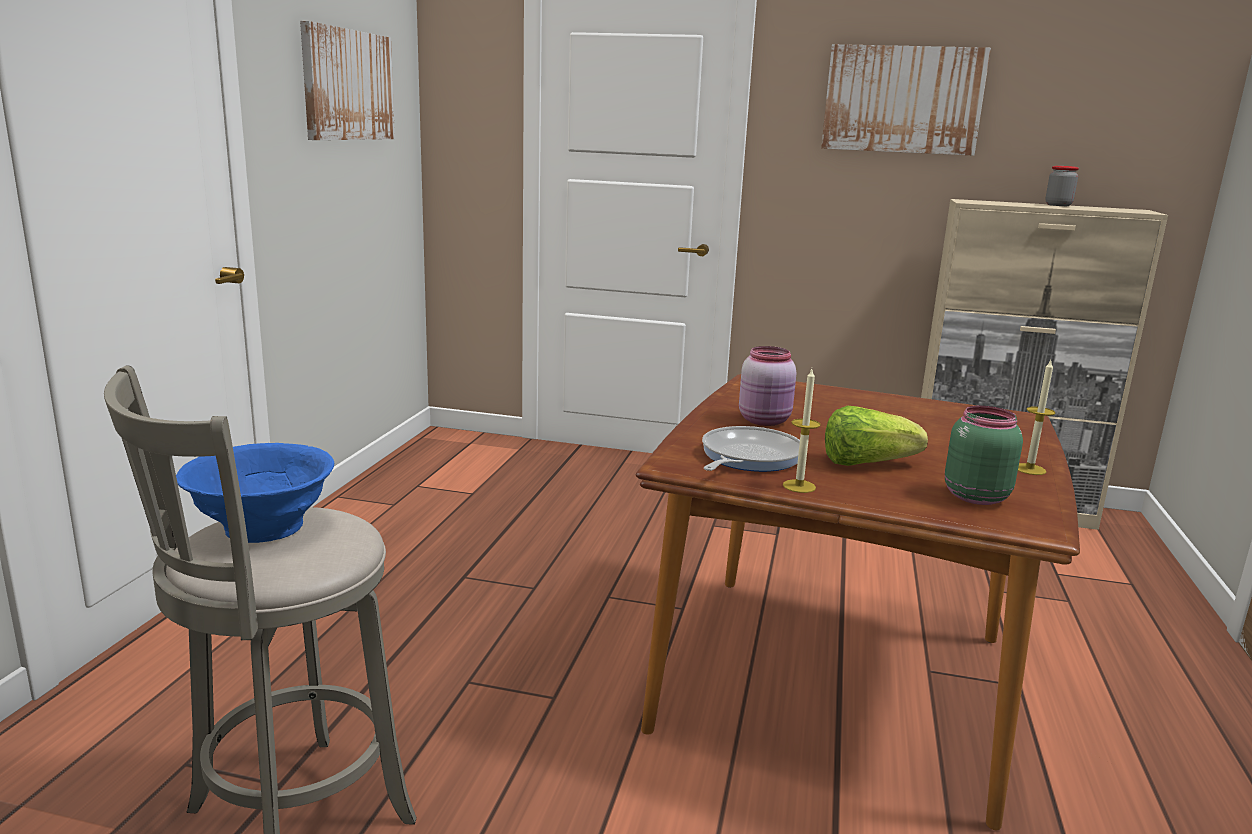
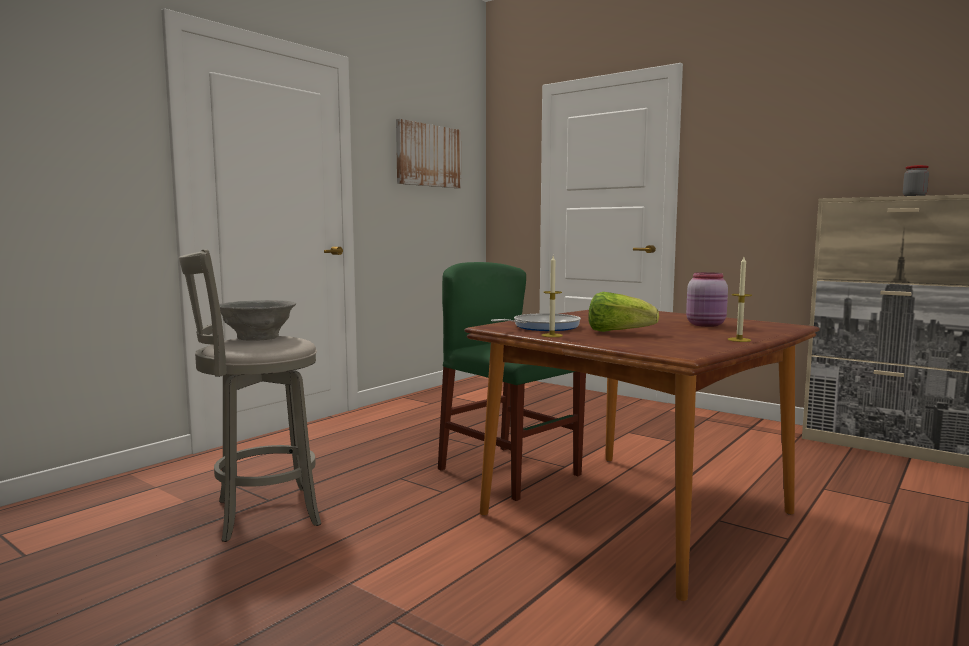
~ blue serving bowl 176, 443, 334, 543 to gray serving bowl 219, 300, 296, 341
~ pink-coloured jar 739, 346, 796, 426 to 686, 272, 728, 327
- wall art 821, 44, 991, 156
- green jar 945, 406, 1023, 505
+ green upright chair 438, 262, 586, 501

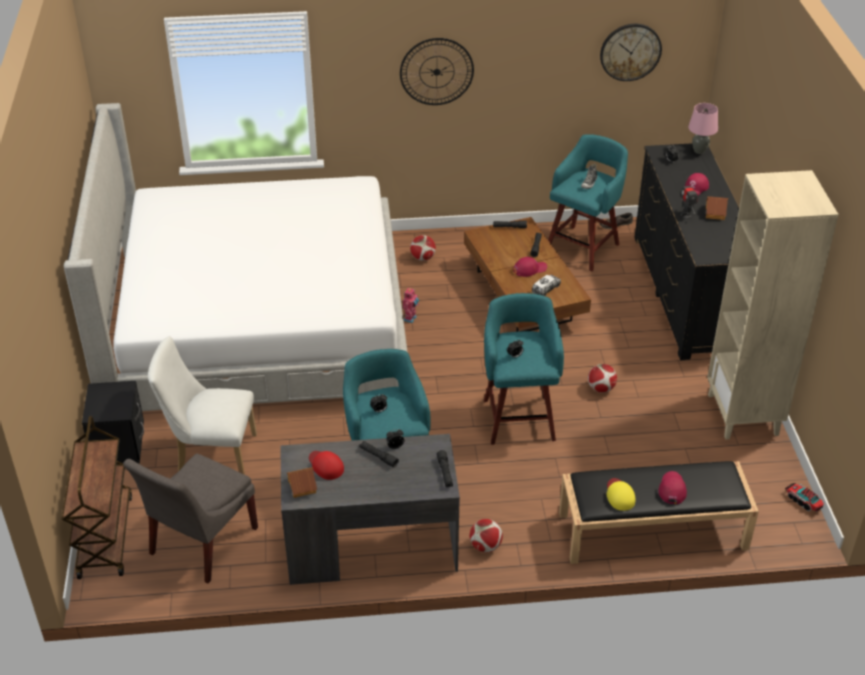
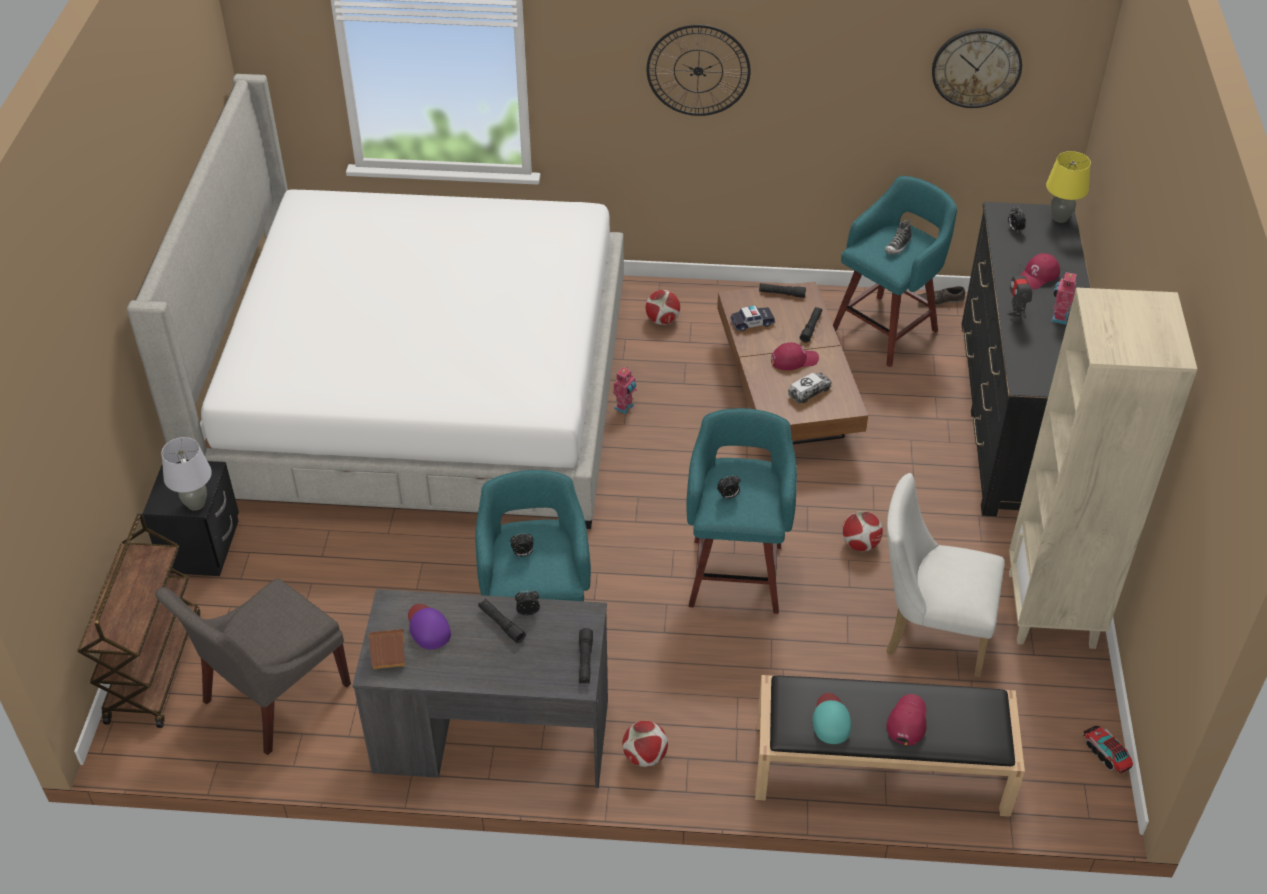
~ white-coloured upright chair 148, 336, 257, 475 to 886, 473, 1005, 677
~ reddish cap 309, 451, 344, 480 to purplish cap 408, 604, 451, 649
~ yellow-coloured cap 607, 478, 635, 511 to turquoise-coloured cap 813, 693, 851, 744
~ pink-coloured table lamp 688, 103, 718, 154 to yellow-coloured table lamp 1046, 151, 1091, 223
~ model house 706, 196, 728, 220 to robot figure 1051, 271, 1077, 325
+ gray table lamp 161, 437, 212, 511
+ toy car 730, 306, 775, 331

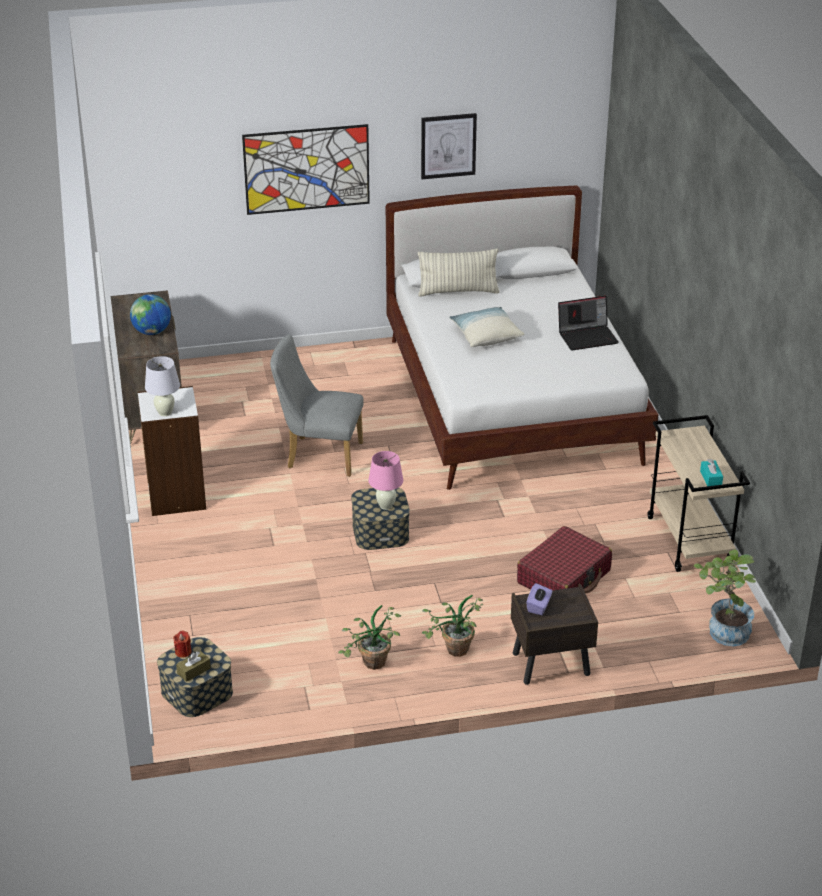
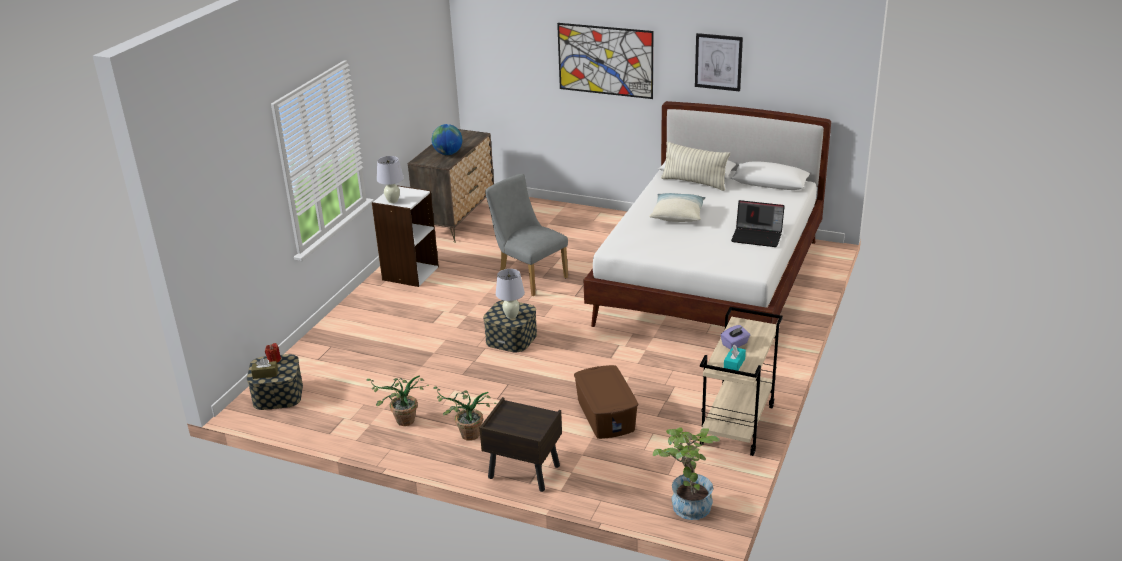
~ pink-coloured table lamp 368, 451, 403, 510 to white-coloured table lamp 496, 269, 525, 319
~ reddish suitcase 517, 526, 612, 593 to brown storage box 574, 365, 638, 439
~ purplish box of tissues 526, 583, 552, 615 to 721, 325, 750, 350

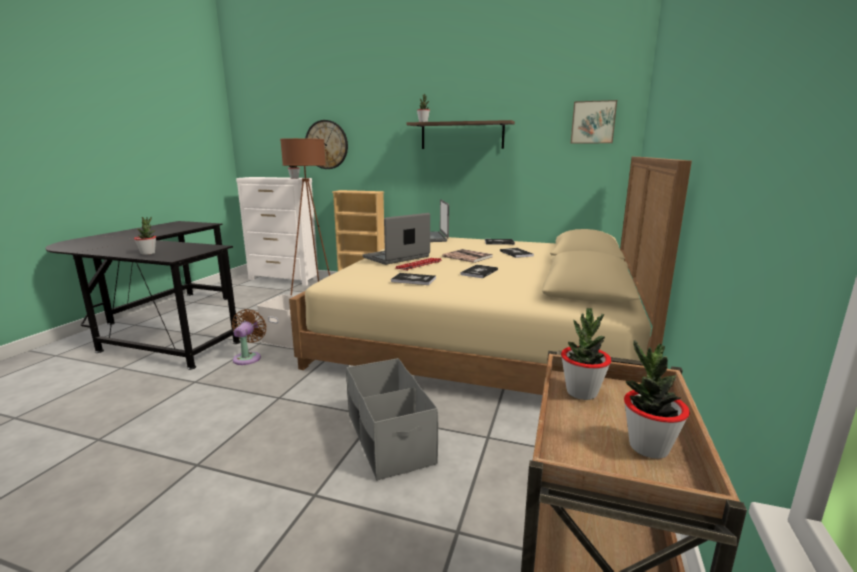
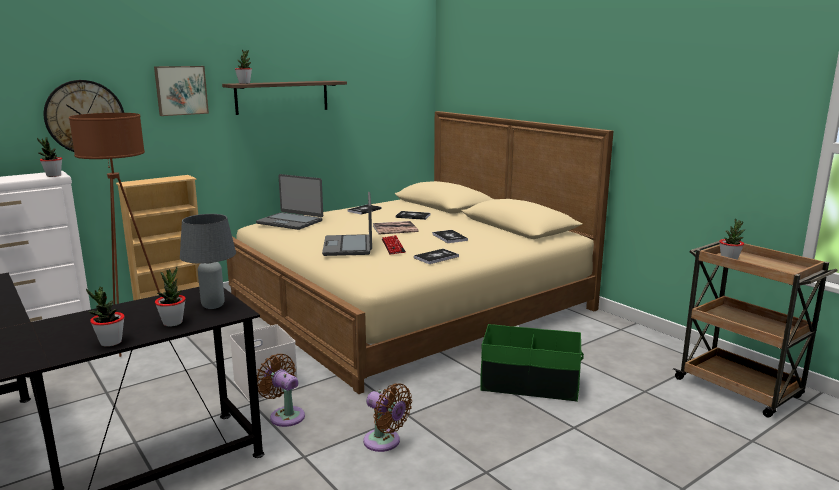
~ gray storage box 346, 358, 438, 480 to green storage box 480, 324, 584, 402
~ wall art 571, 100, 617, 144 to 154, 66, 209, 116
~ potted plant 624, 340, 690, 459 to 86, 287, 125, 347
+ gray table lamp 180, 214, 236, 309
+ brown fan 363, 383, 412, 452

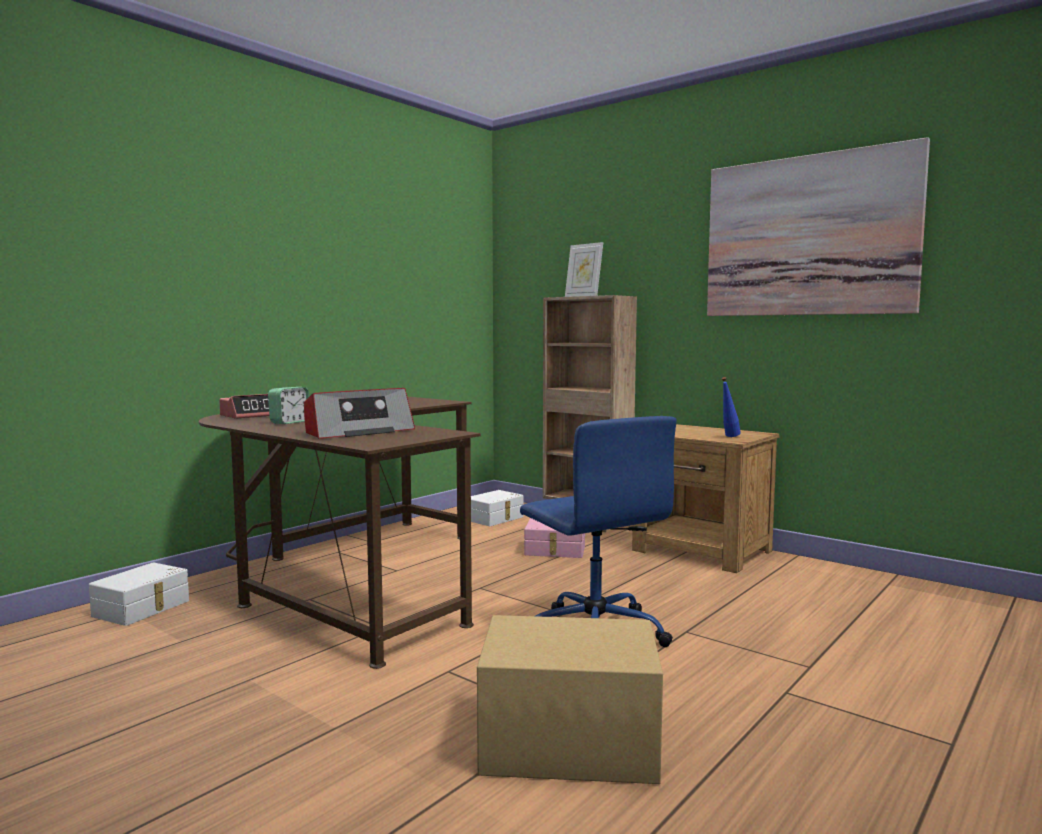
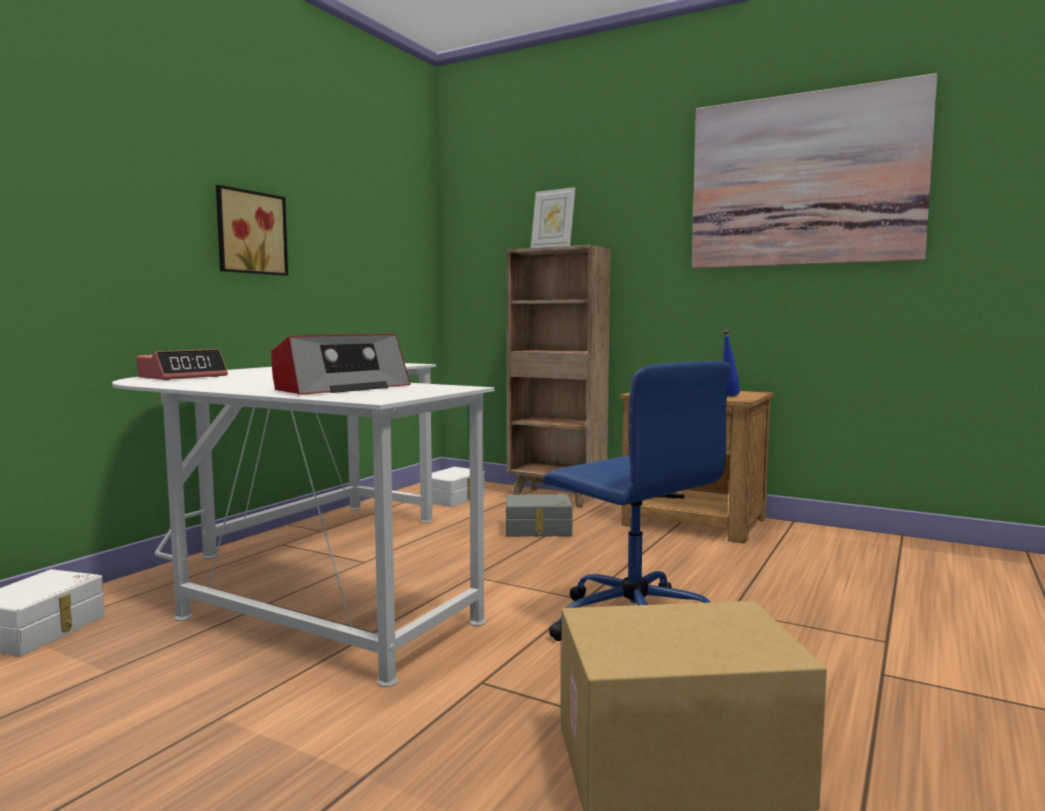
~ brown desk unit 199, 397, 481, 669 to white-coloured desk unit 112, 363, 495, 687
- bedside clock 268, 387, 309, 424
~ pink-coloured storage box 524, 518, 585, 558 to gray storage box 506, 494, 573, 537
+ wall art 216, 185, 288, 276

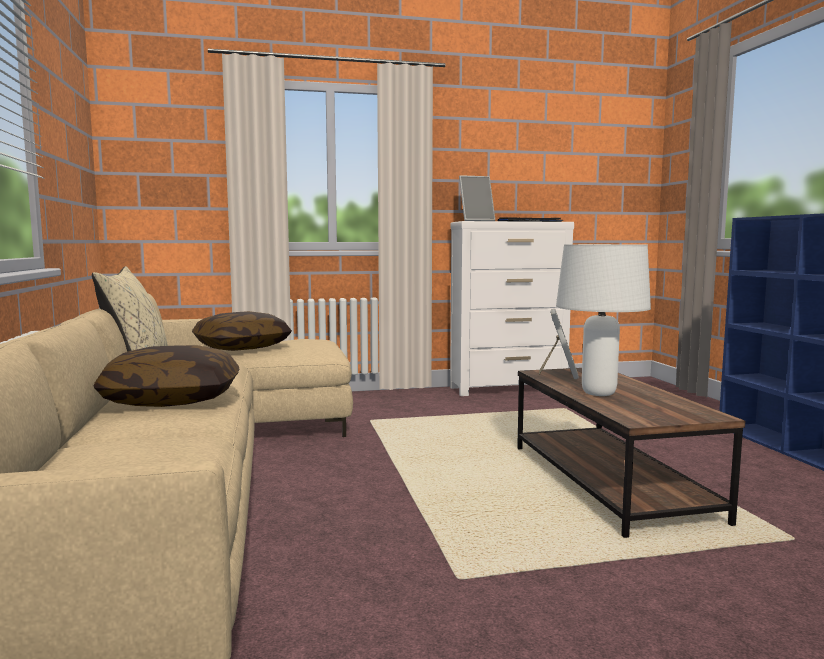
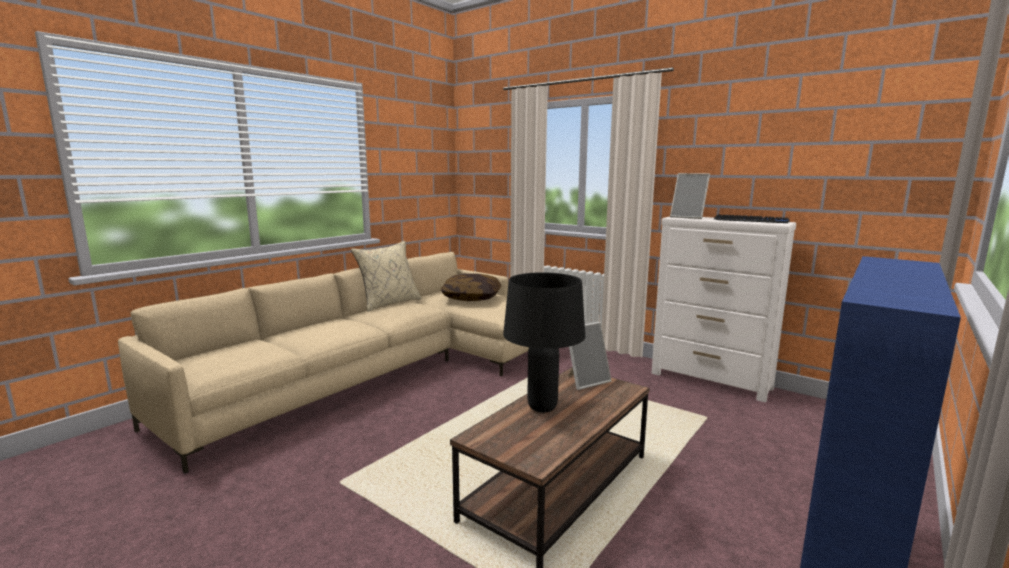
- pillow 93, 345, 239, 407
~ white-coloured table lamp 556, 244, 651, 396 to black table lamp 503, 272, 585, 412

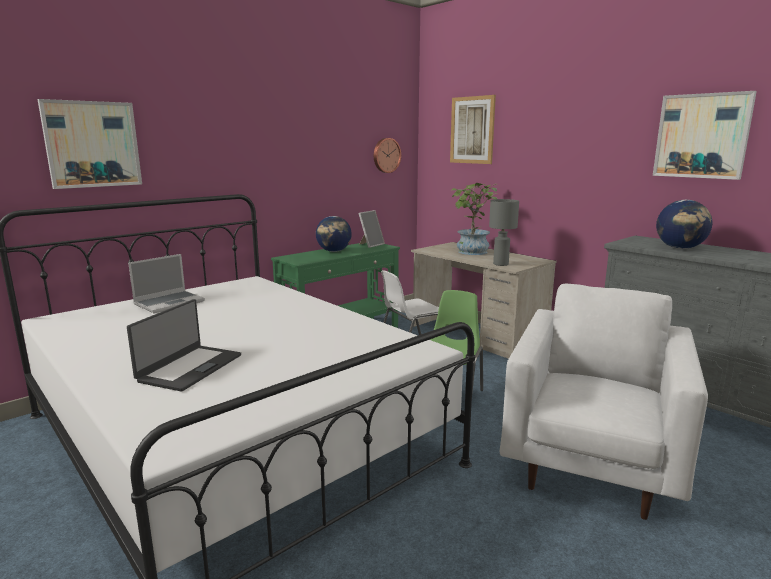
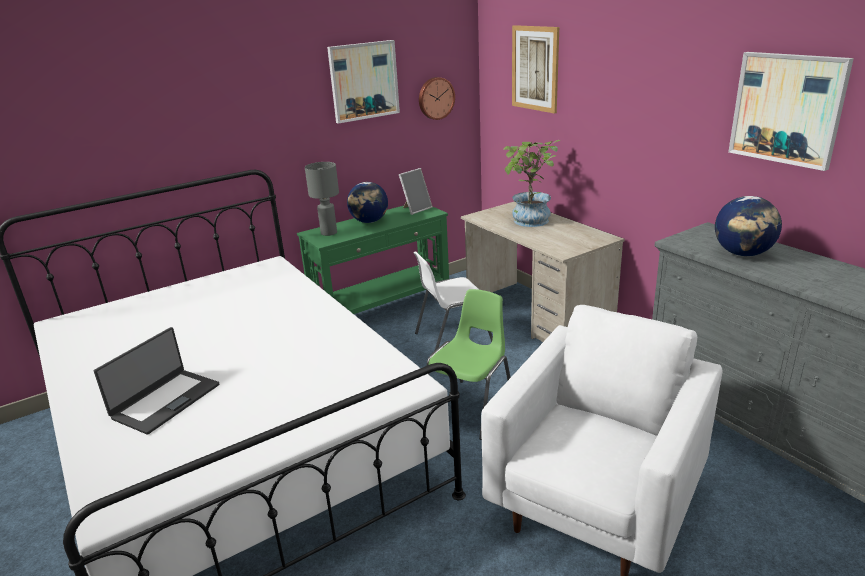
~ wall art 38, 99, 142, 189 to 327, 40, 400, 124
- notebook computer 128, 254, 205, 314
~ gray table lamp 489, 199, 519, 266 to 305, 162, 339, 236

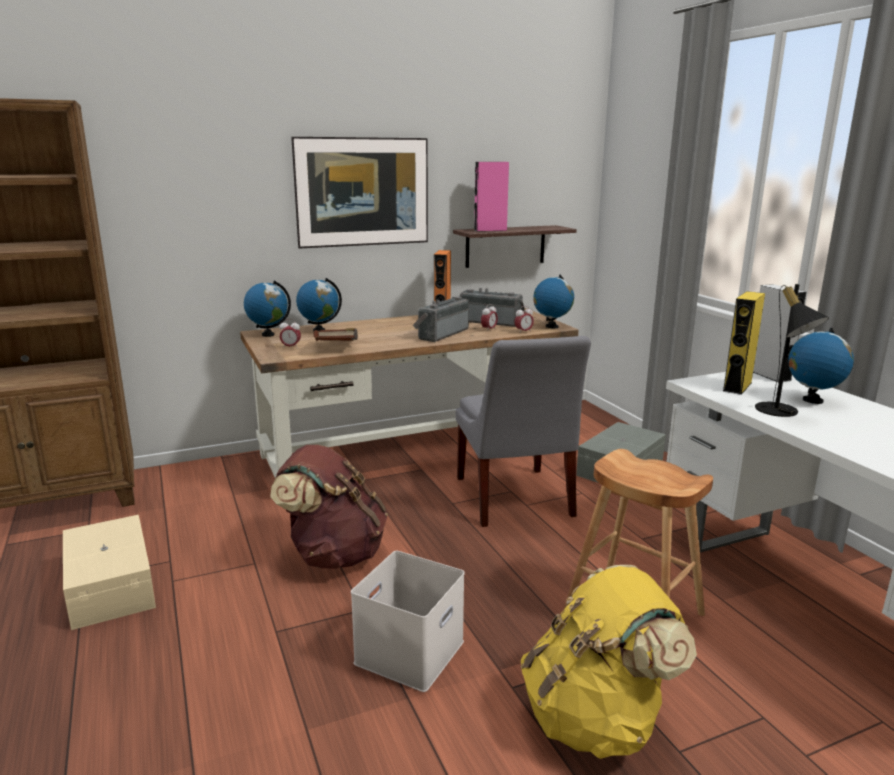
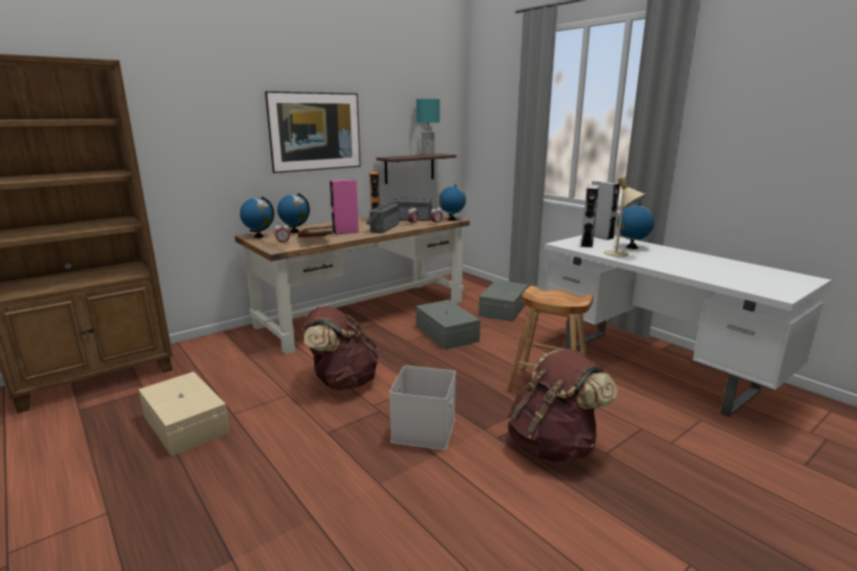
~ gray upright chair 456, 336, 591, 527 to gray storage box 416, 300, 480, 350
~ pink-coloured speaker 474, 162, 509, 232 to 330, 179, 359, 235
~ yellow-coloured backpack 521, 565, 697, 759 to brown backpack 507, 349, 618, 462
~ yellow-coloured speaker 723, 291, 765, 395 to gray speaker 581, 185, 599, 248
~ black table lamp 755, 284, 829, 417 to beige-coloured table lamp 604, 176, 646, 257
+ turquoise-coloured table lamp 416, 99, 440, 155

